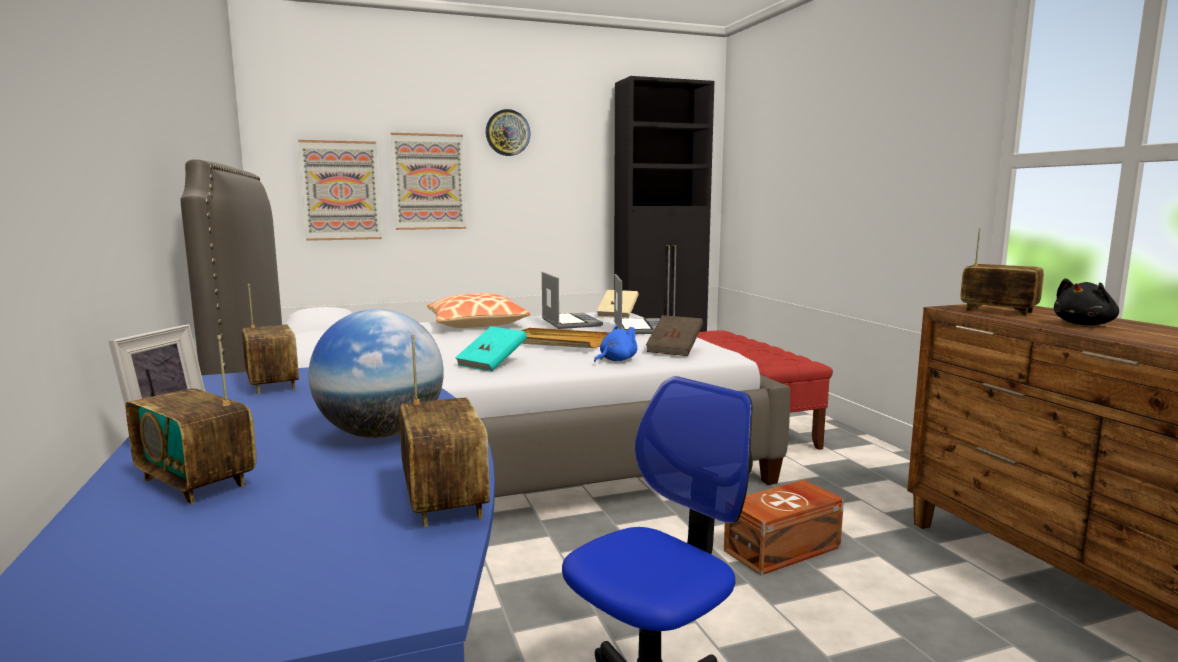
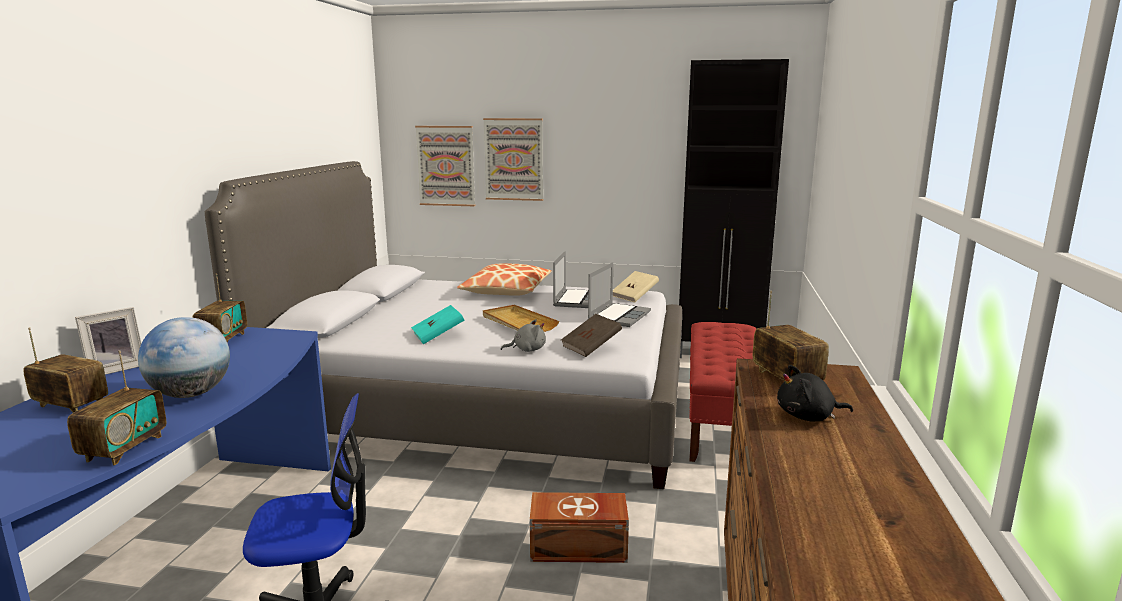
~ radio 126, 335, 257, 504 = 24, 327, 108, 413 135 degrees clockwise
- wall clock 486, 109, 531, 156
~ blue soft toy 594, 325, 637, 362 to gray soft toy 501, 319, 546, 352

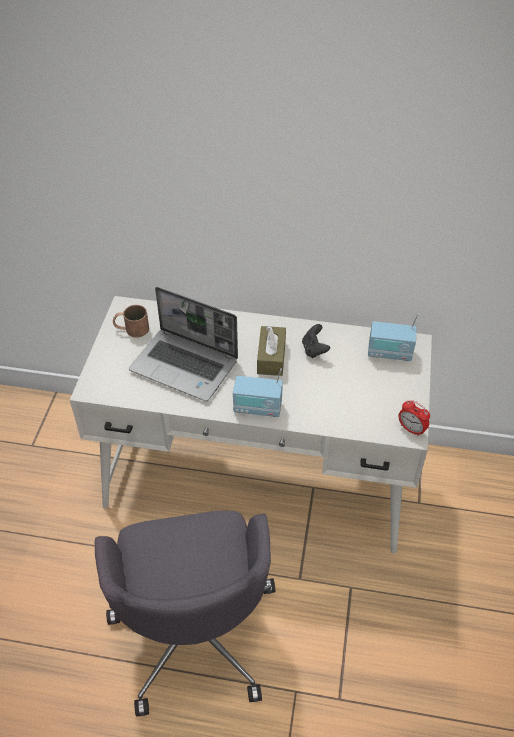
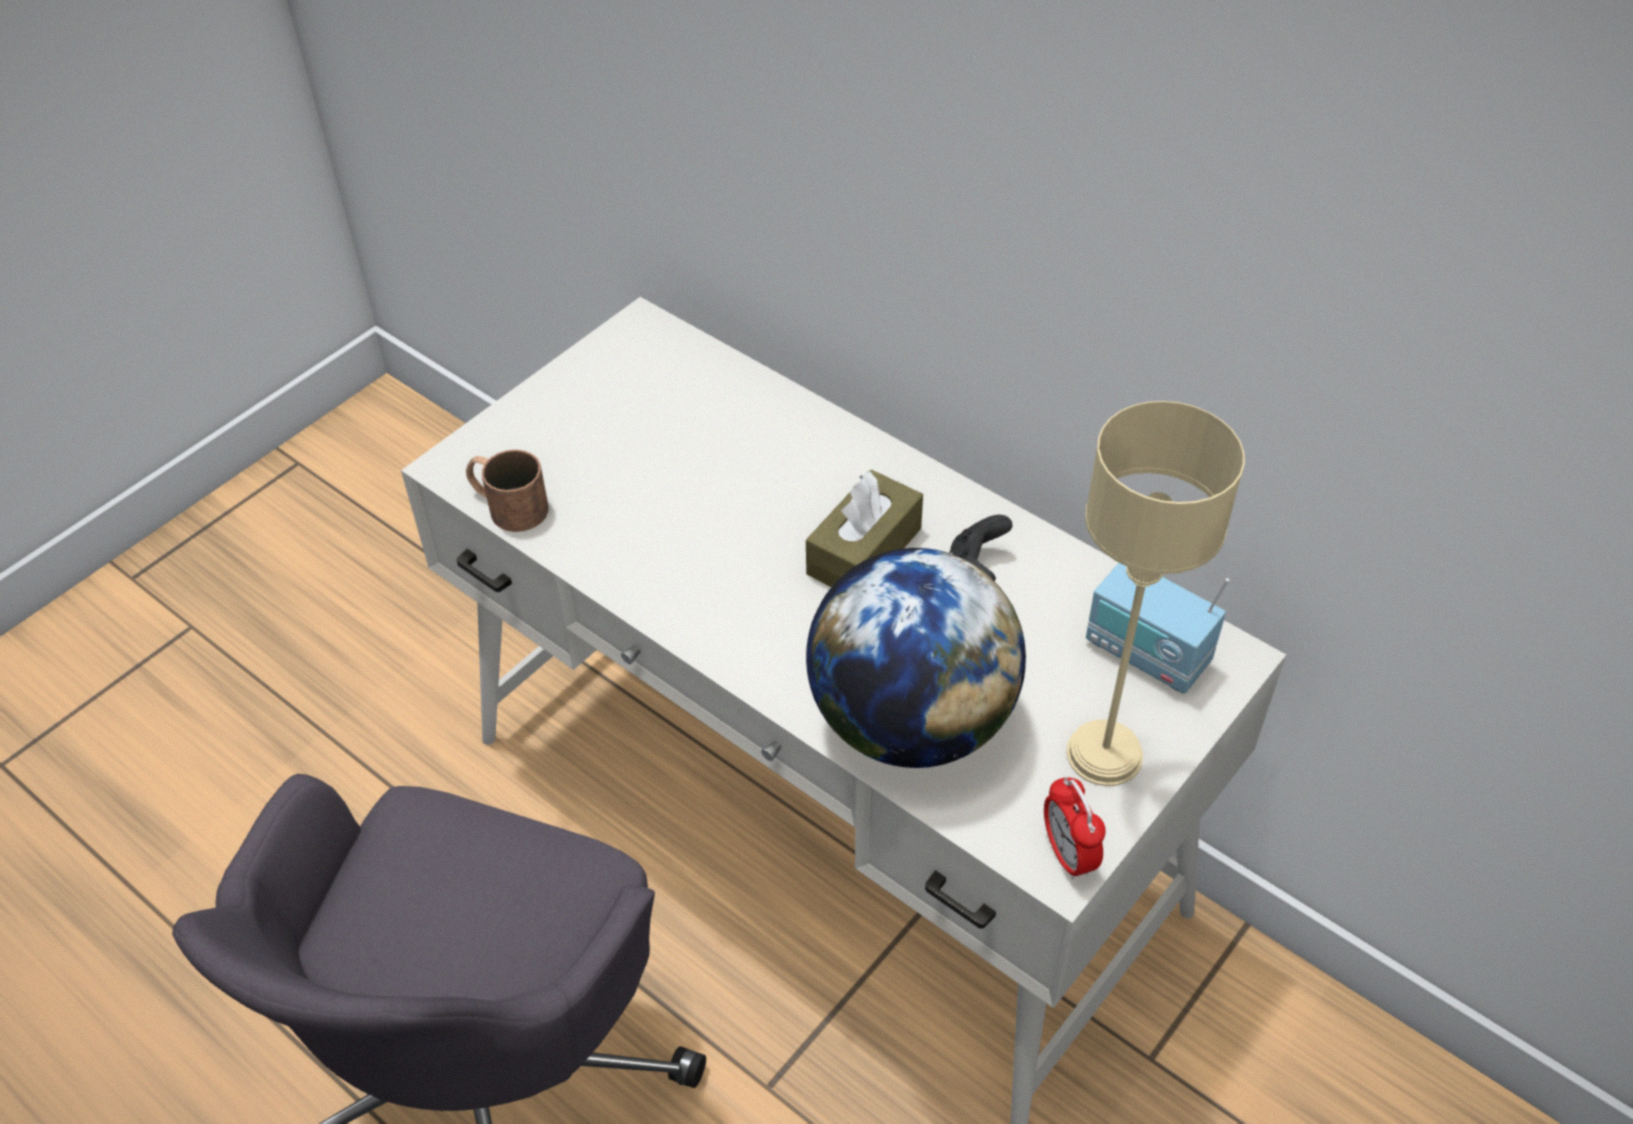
~ brown mug 113, 305, 149, 337 to 466, 449, 548, 532
- notebook computer 129, 287, 238, 401
- radio 233, 369, 283, 417
+ desk globe 806, 548, 1026, 768
+ beige-coloured table lamp 1066, 401, 1245, 786

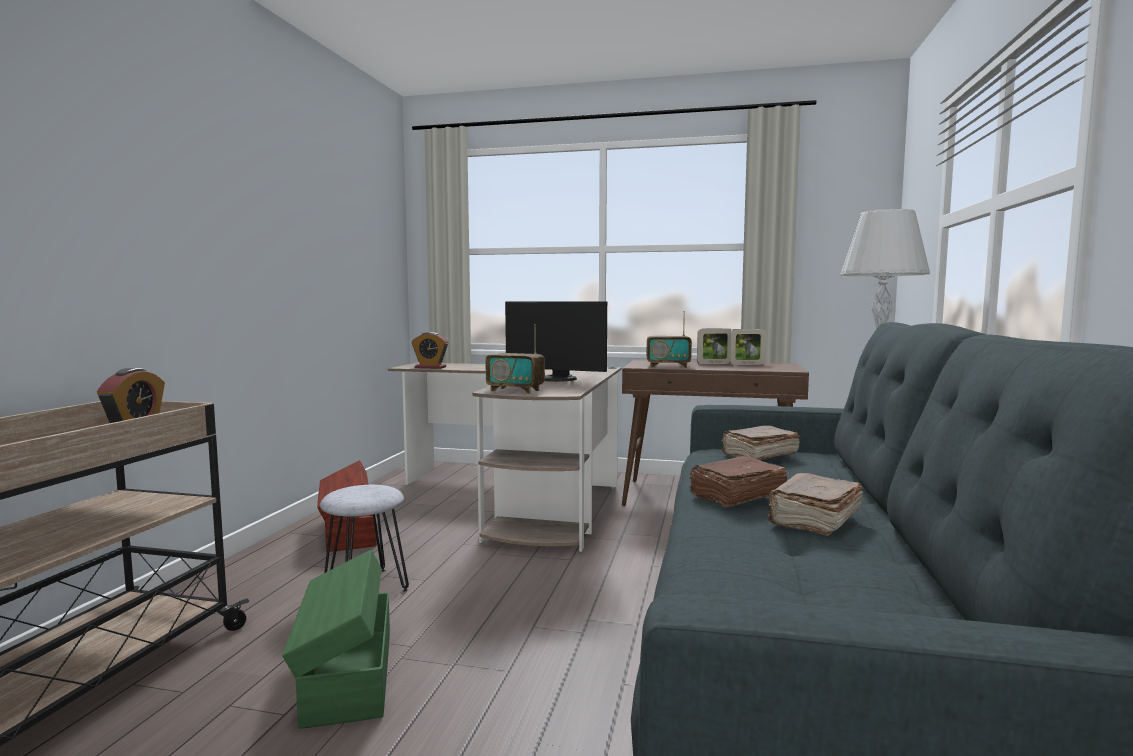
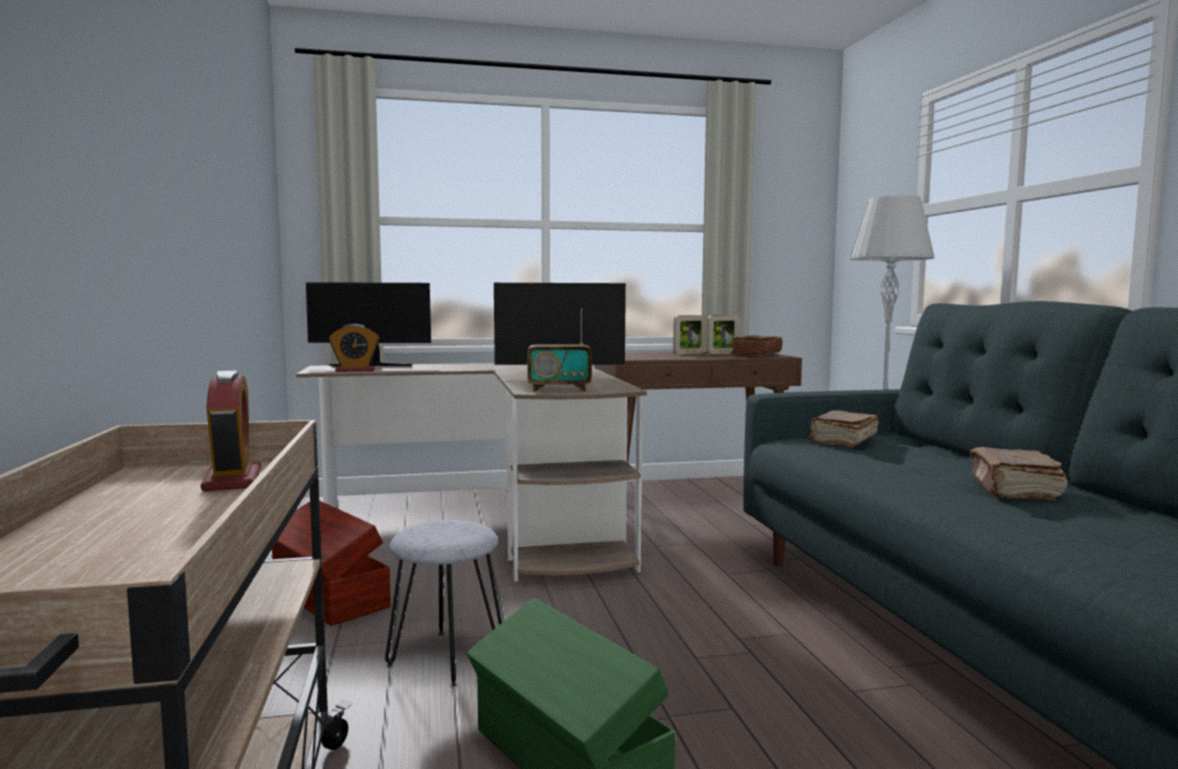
- radio 647, 311, 692, 368
~ brown volume 690, 456, 788, 508 to 731, 335, 783, 357
+ monitor 306, 282, 431, 366

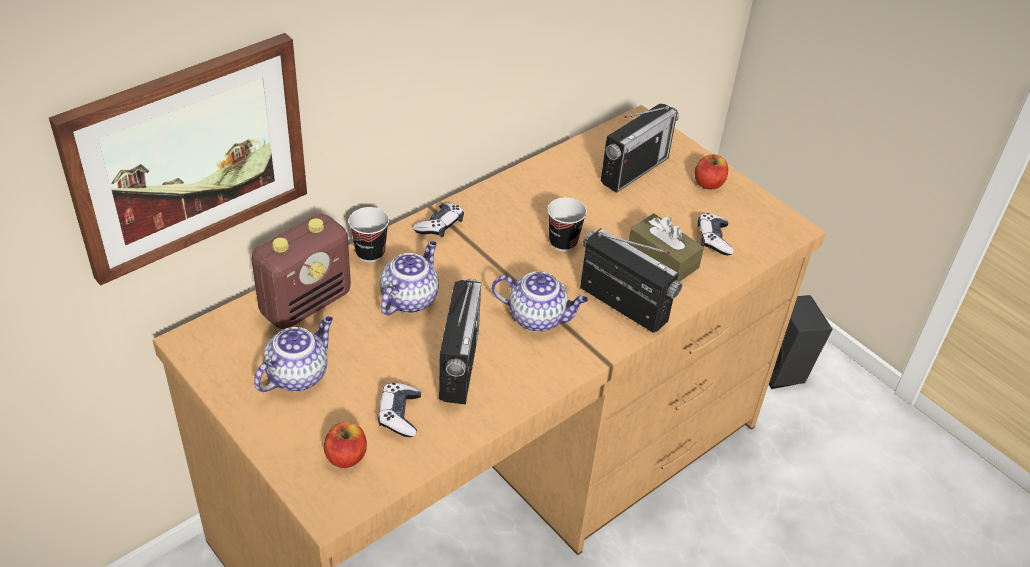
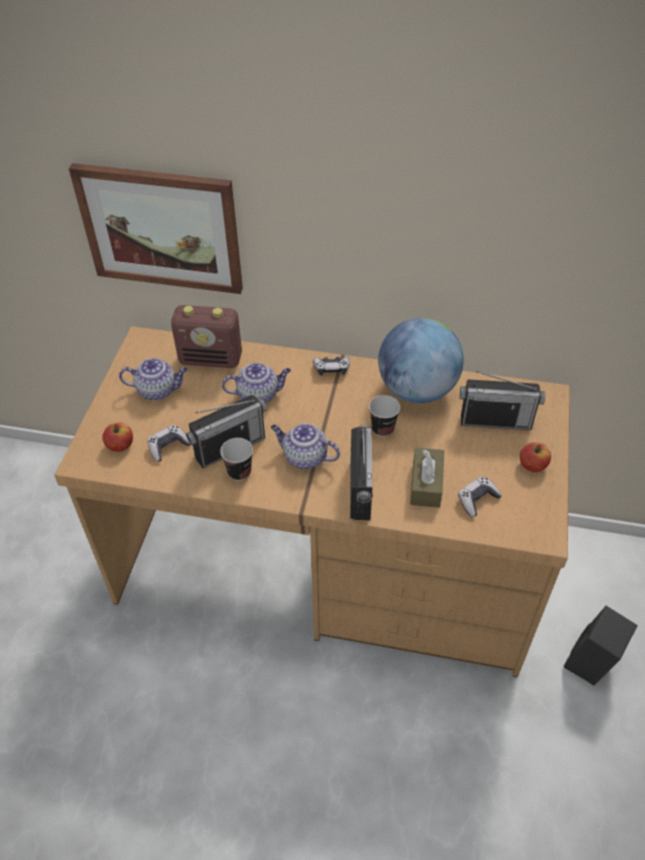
~ drinking cup 349, 207, 389, 262 to 220, 438, 253, 481
~ tea pot 492, 271, 588, 332 = 271, 423, 340, 469 135 degrees clockwise
+ desk globe 378, 318, 464, 403

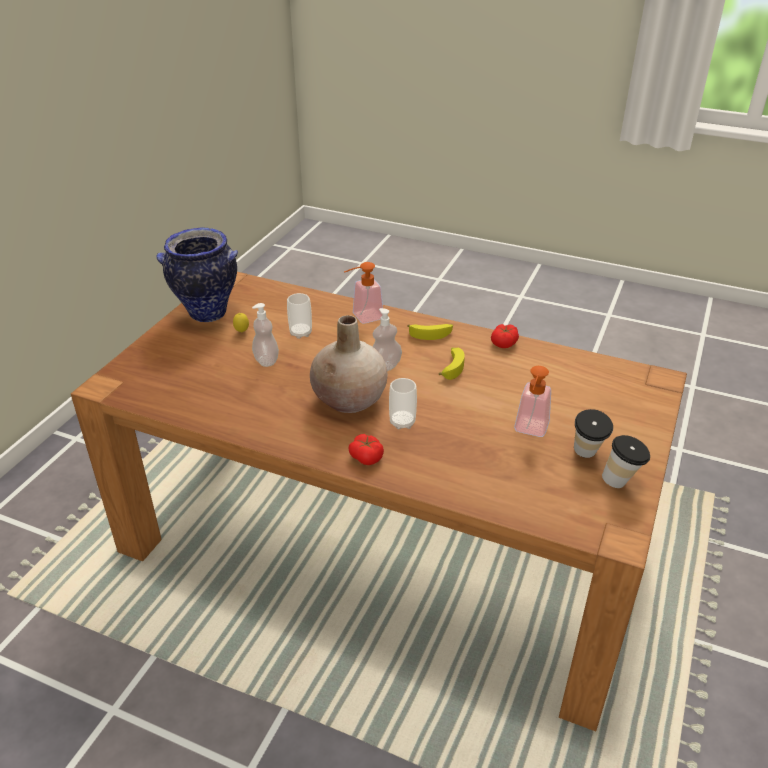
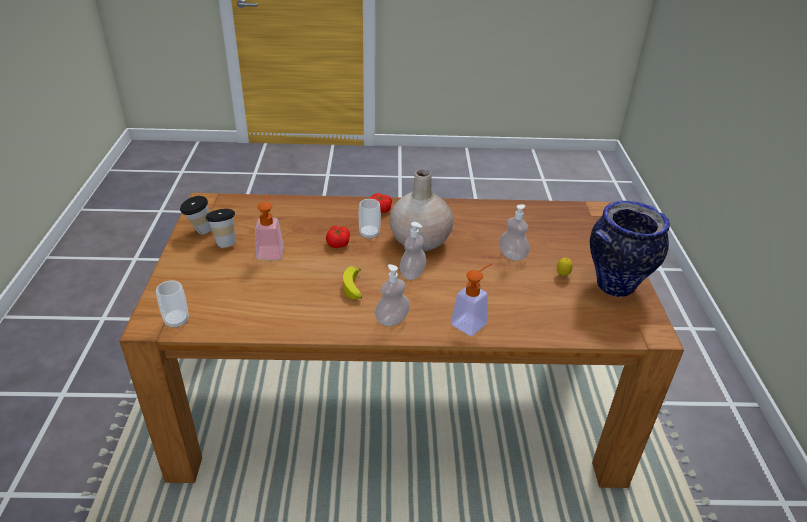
~ drinking cup 287, 293, 312, 339 to 156, 280, 189, 329
~ banana fruit 407, 324, 453, 340 to soap dispenser 375, 264, 410, 326
~ whole tomato 491, 324, 519, 348 to 326, 226, 350, 248

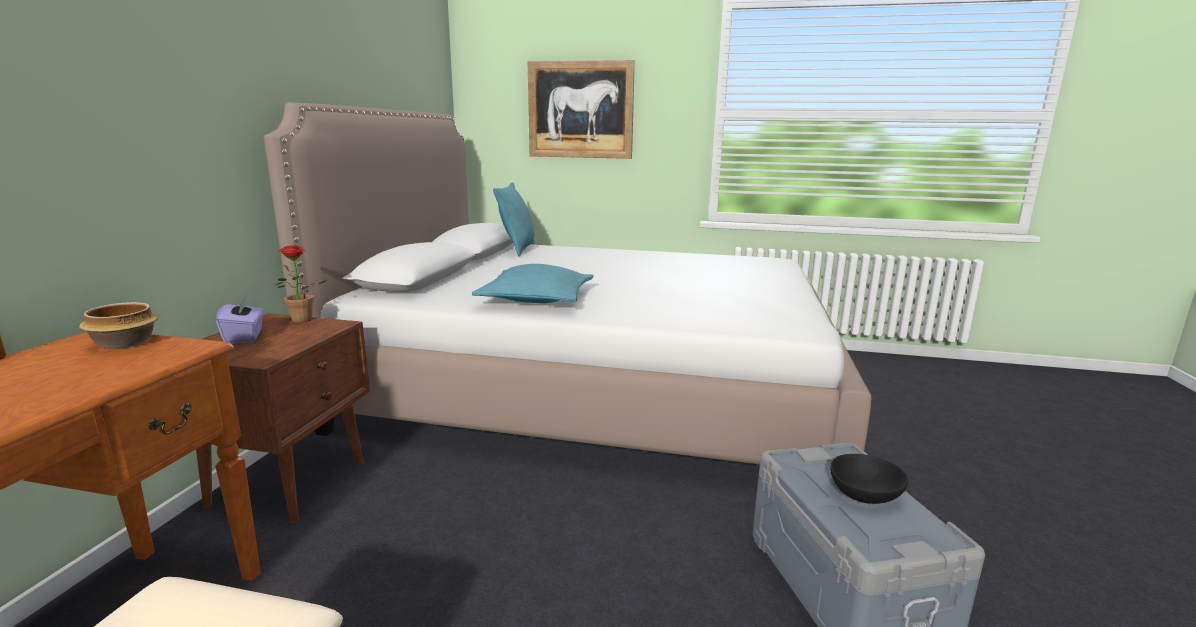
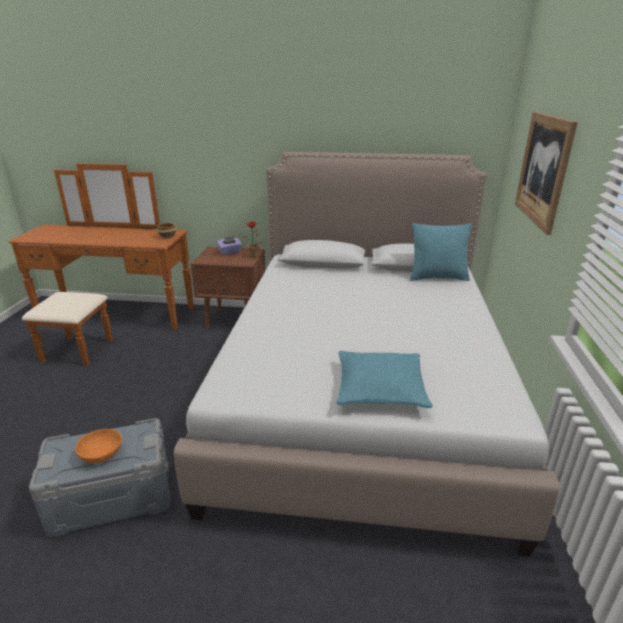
~ turquoise-coloured pillow 472, 264, 594, 303 to 337, 351, 433, 408
~ black serving bowl 830, 454, 909, 504 to orange serving bowl 75, 429, 122, 463

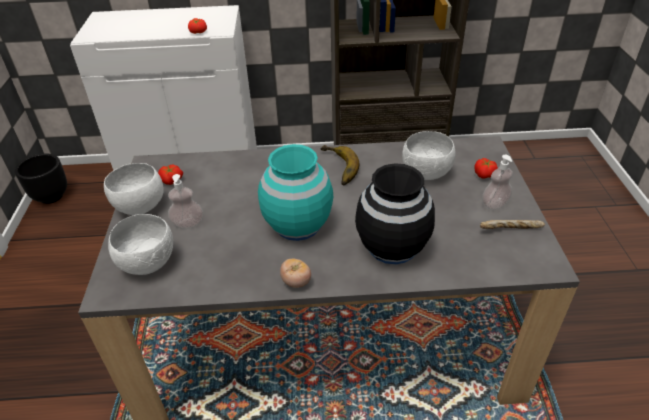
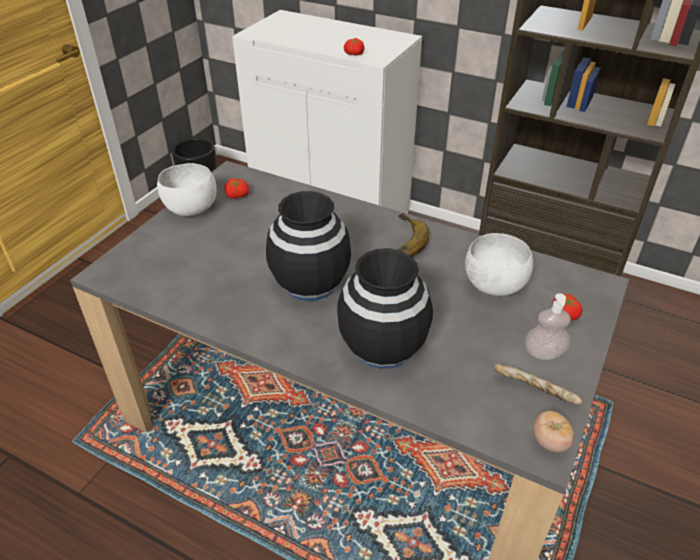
- white-coloured serving bowl 108, 214, 173, 275
- soap dispenser 168, 174, 203, 228
~ turquoise-coloured flower vase 258, 144, 333, 241 to black flower vase 266, 191, 351, 301
~ whole tomato 280, 258, 311, 288 to 533, 411, 574, 453

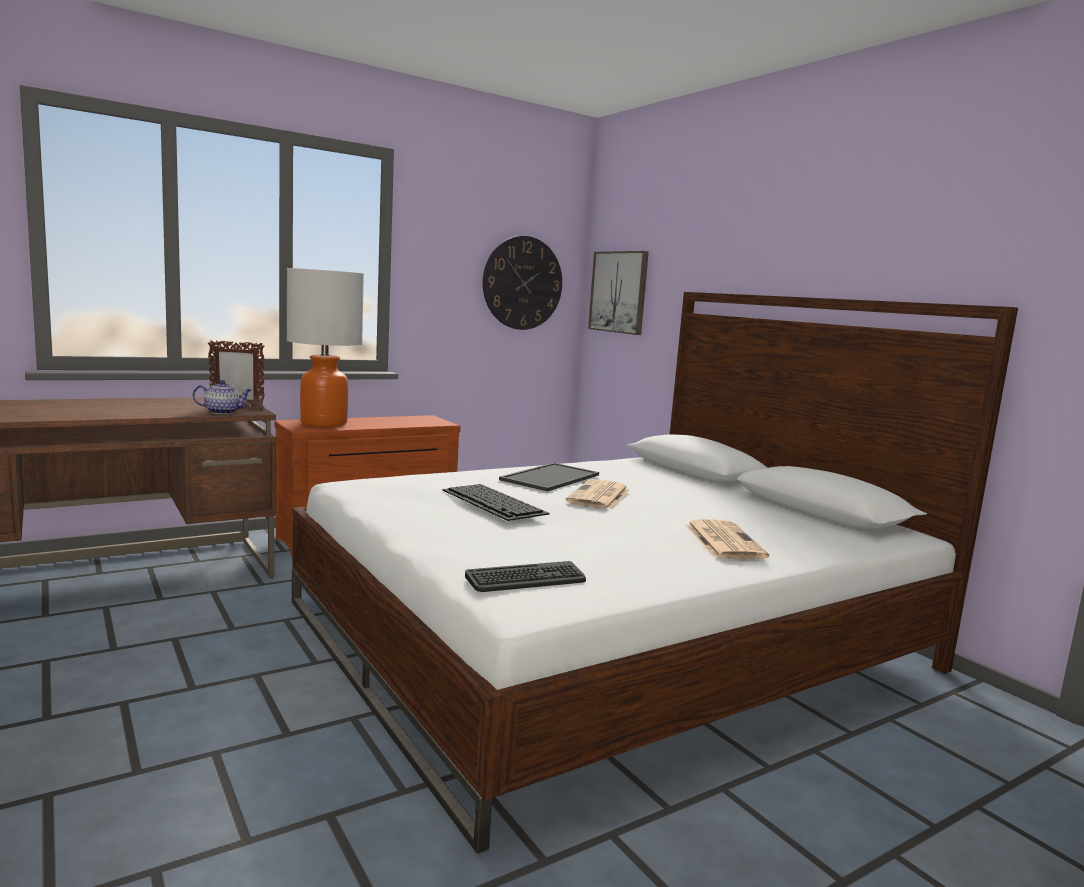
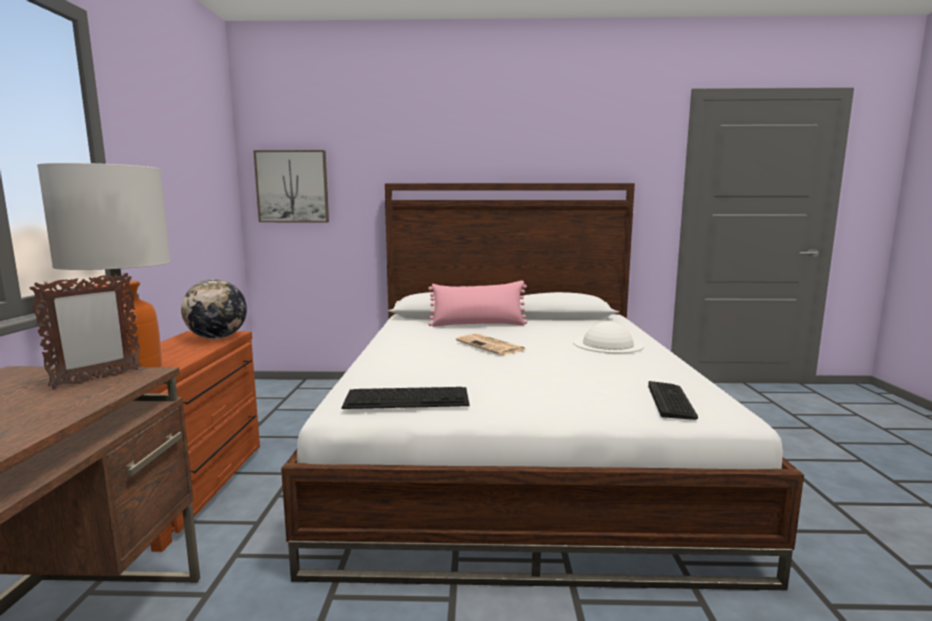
- tea pot 193, 380, 251, 414
~ PC keyboard 442, 484, 549, 521 to 341, 387, 470, 409
- wall clock 483, 236, 562, 330
- carrying tray 499, 463, 599, 492
~ printed paper 685, 519, 769, 559 to white-coloured wearable hat 573, 322, 644, 353
+ desk globe 181, 279, 247, 339
+ pink-coloured pillow 428, 281, 528, 327

